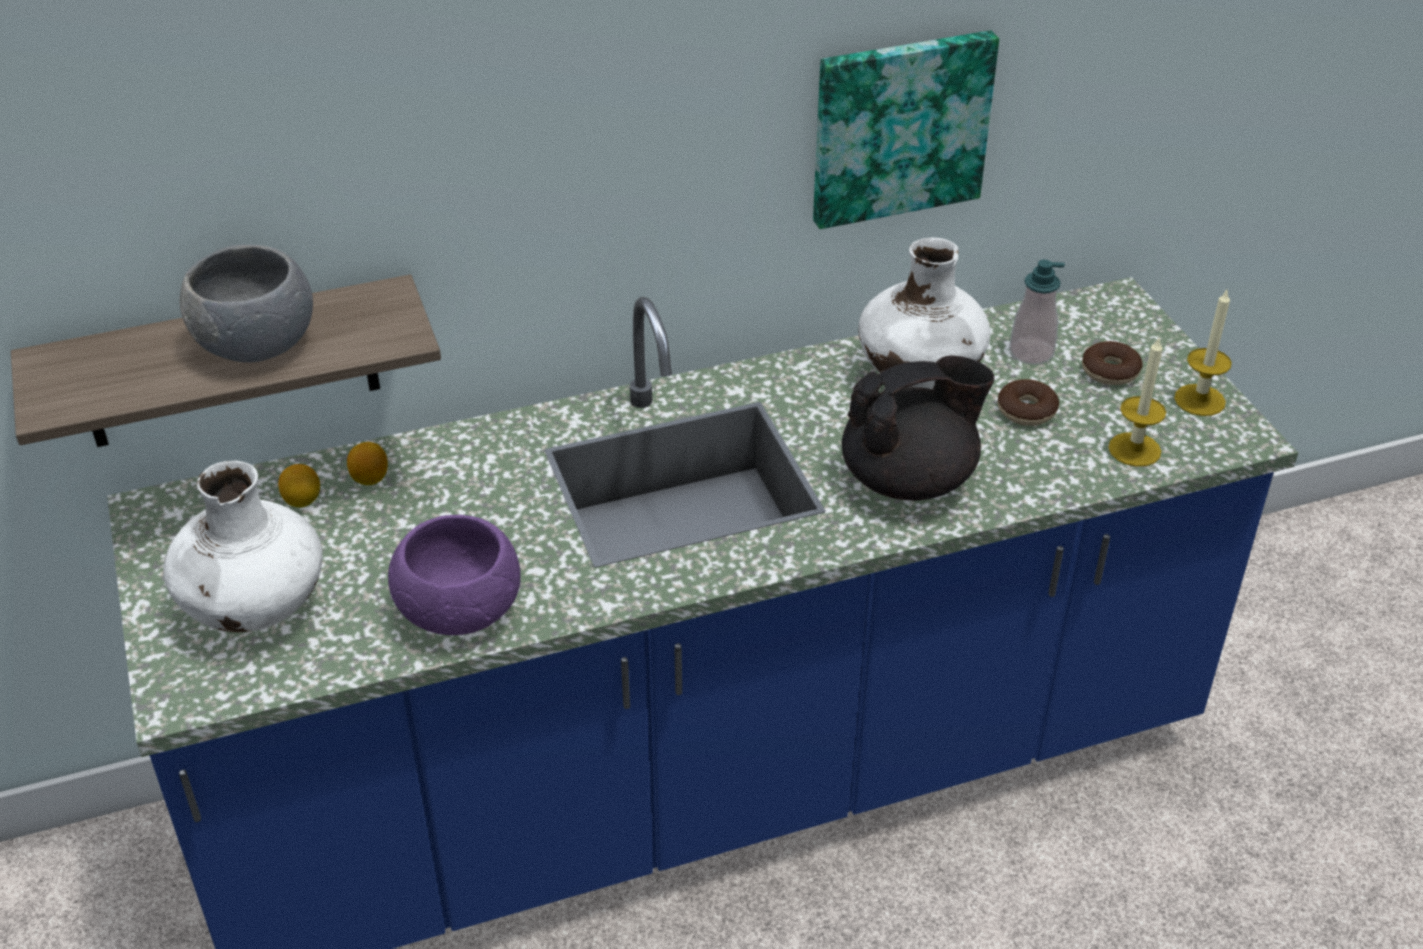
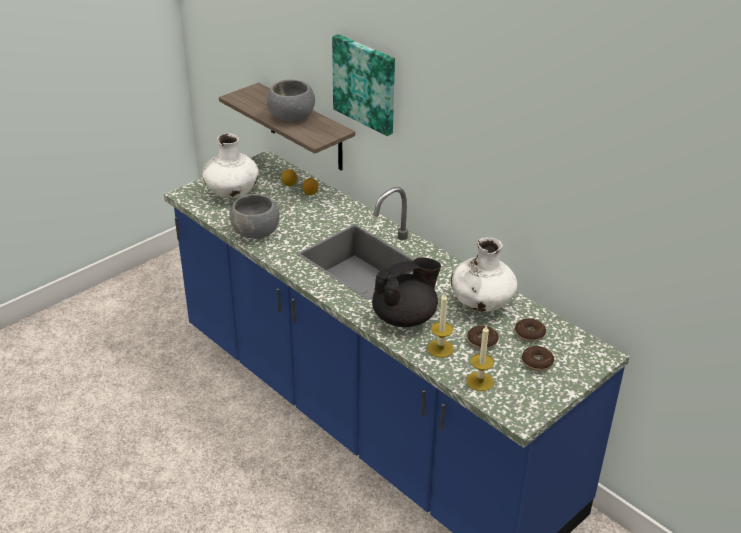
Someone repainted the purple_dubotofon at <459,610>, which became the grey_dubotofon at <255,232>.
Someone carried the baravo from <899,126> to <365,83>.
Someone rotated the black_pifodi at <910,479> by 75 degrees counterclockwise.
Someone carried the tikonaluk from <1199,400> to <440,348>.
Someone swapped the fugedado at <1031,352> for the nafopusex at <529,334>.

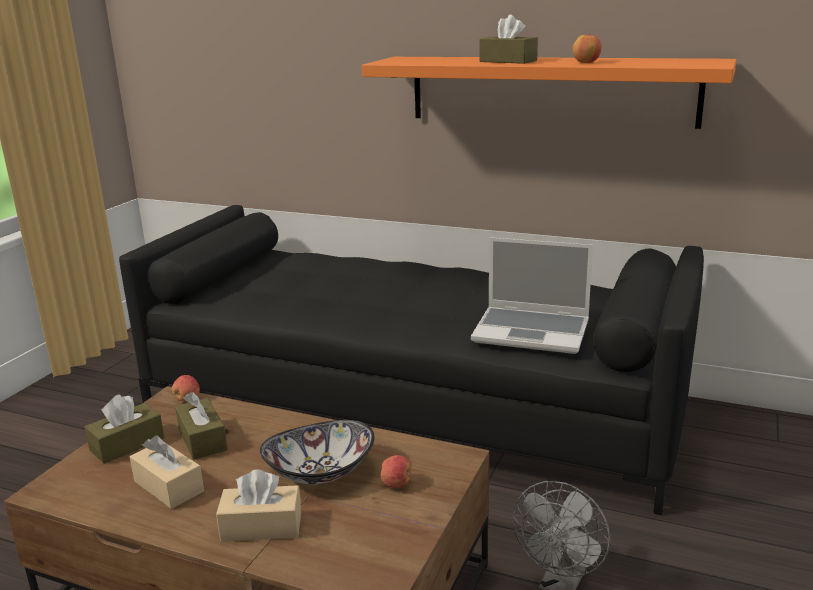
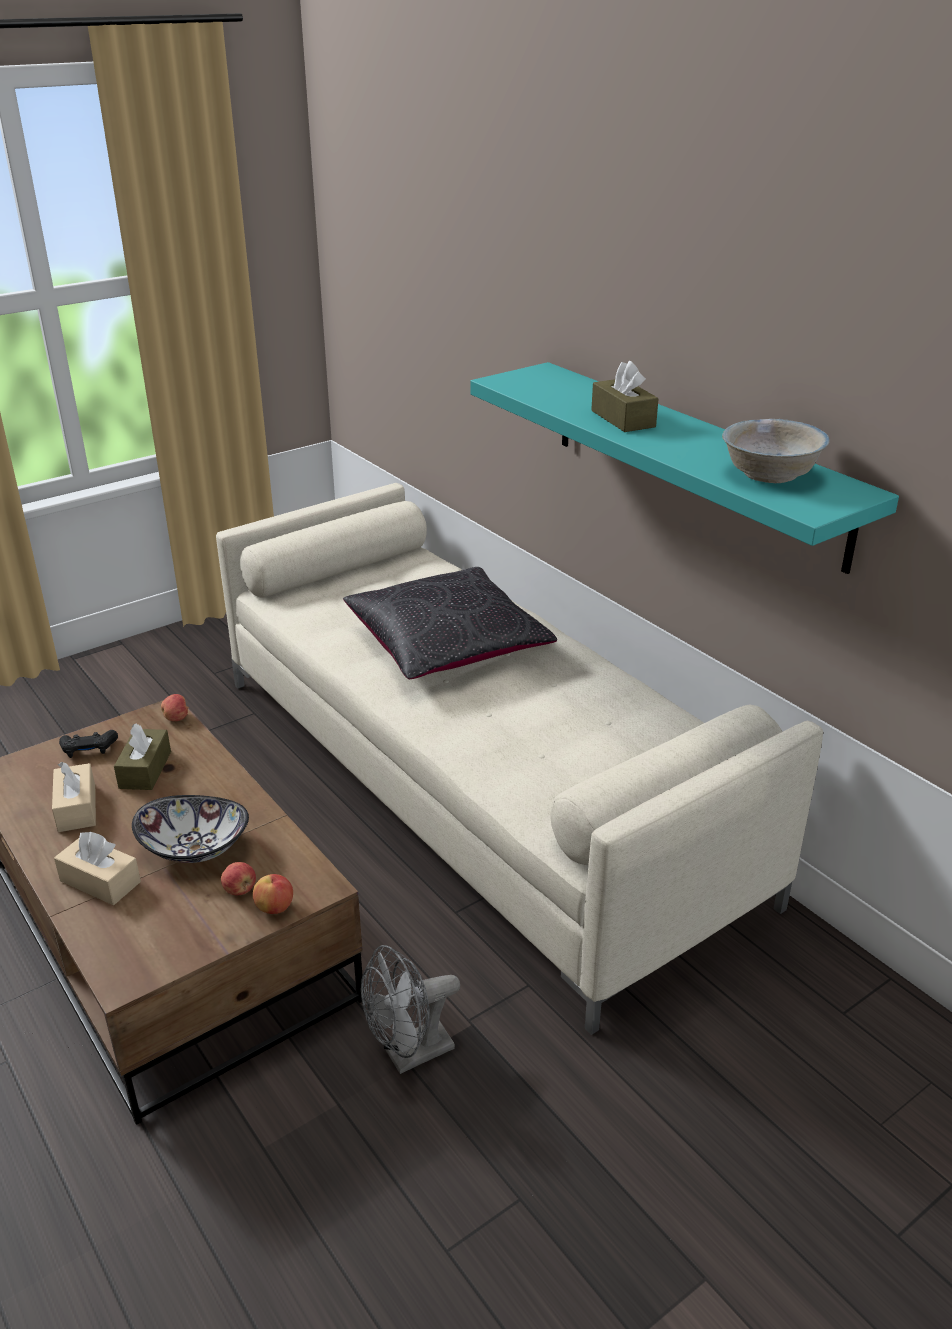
Someone swapped the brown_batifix at <127,444> for the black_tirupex at <89,750>.
Someone repainted the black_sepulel at <411,403>, which became the beige_sepulel at <477,784>.
Someone carried the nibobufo from <586,62> to <275,907>.
Someone put down the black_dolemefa at <447,644>.
Someone repainted the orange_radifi at <550,90>, which became the turquoise_radifi at <694,460>.
Someone put down the white_dubotofon at <770,474>.
Someone took away the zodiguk at <533,331>.

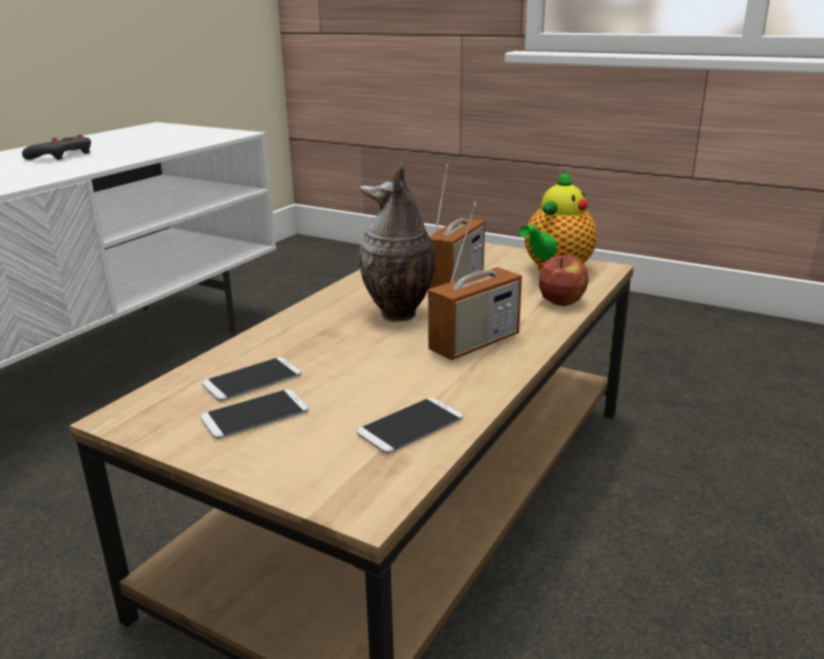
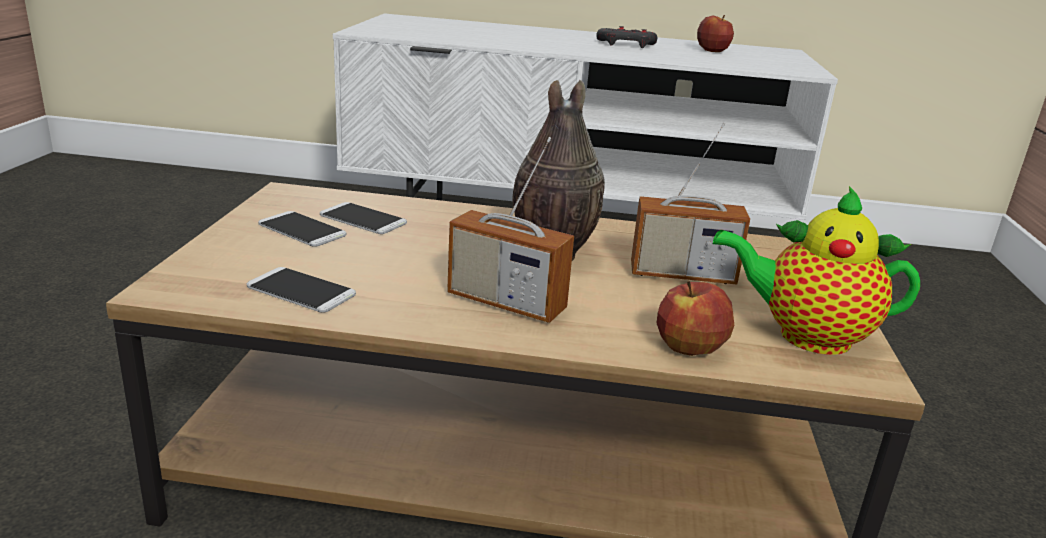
Someone put down the nibobufo at <712,51>.

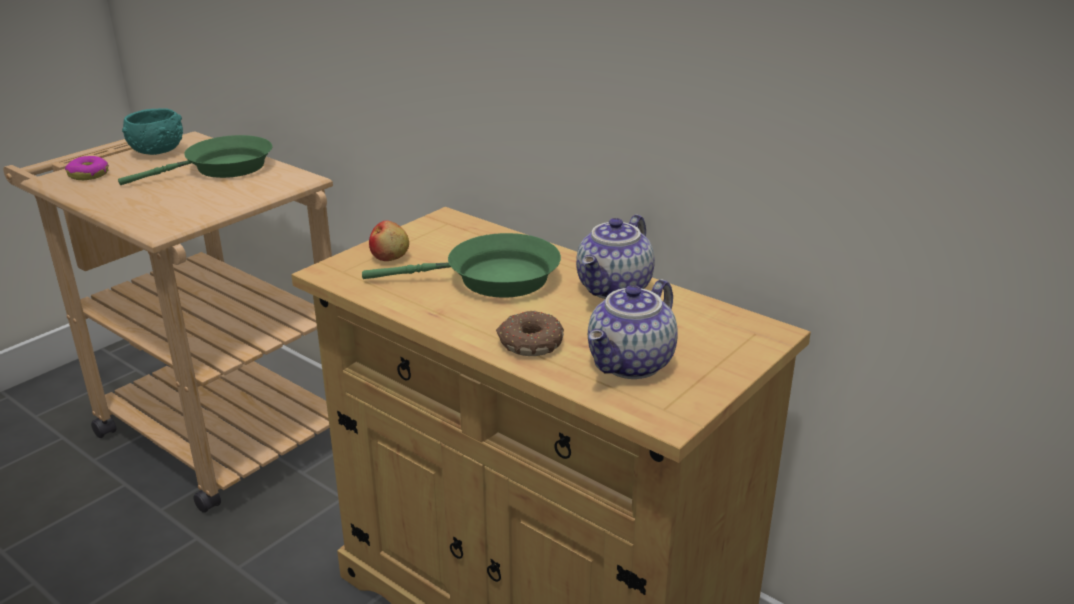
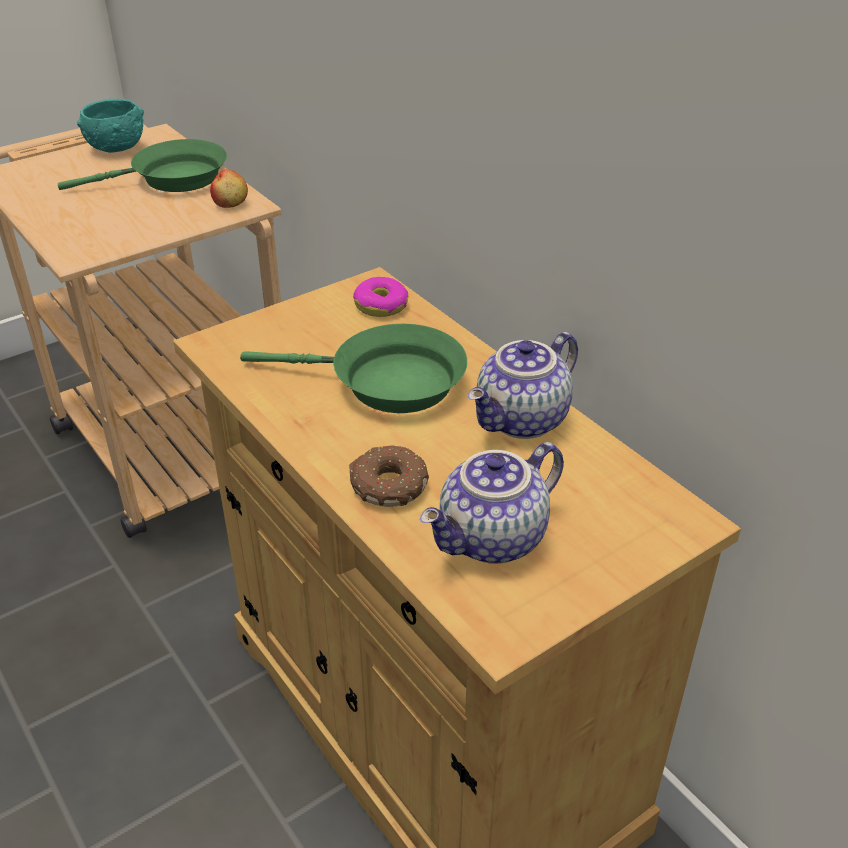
Someone carried the nibobufo from <390,257> to <231,204>.
Someone carried the nafopusex from <88,175> to <381,305>.

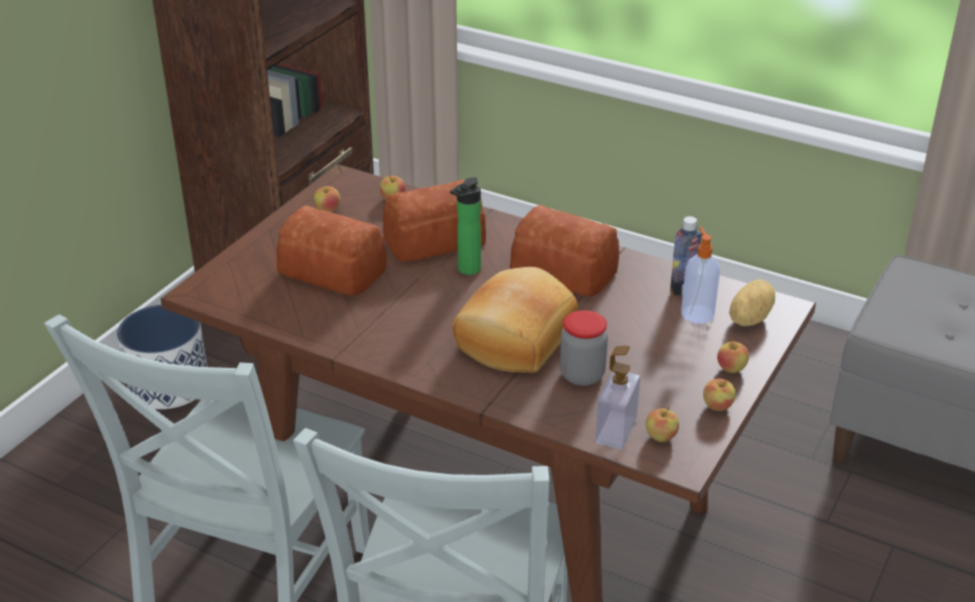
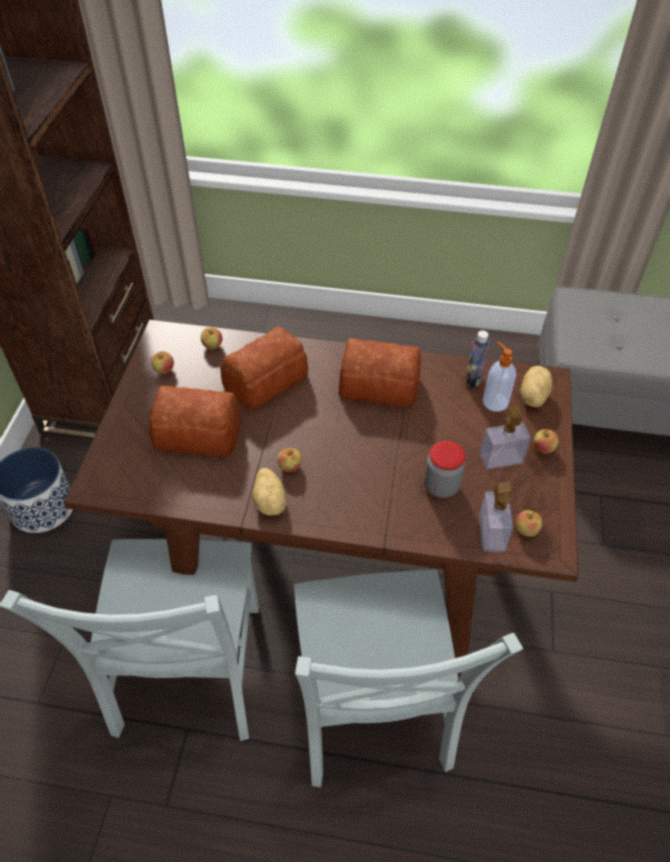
Someone put down the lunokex at <270,501>.
Someone carried the nibobufo from <717,406> to <290,466>.
Someone put down the fugedado at <501,458>.
Someone took away the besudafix at <467,270>.
Someone took away the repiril at <512,339>.

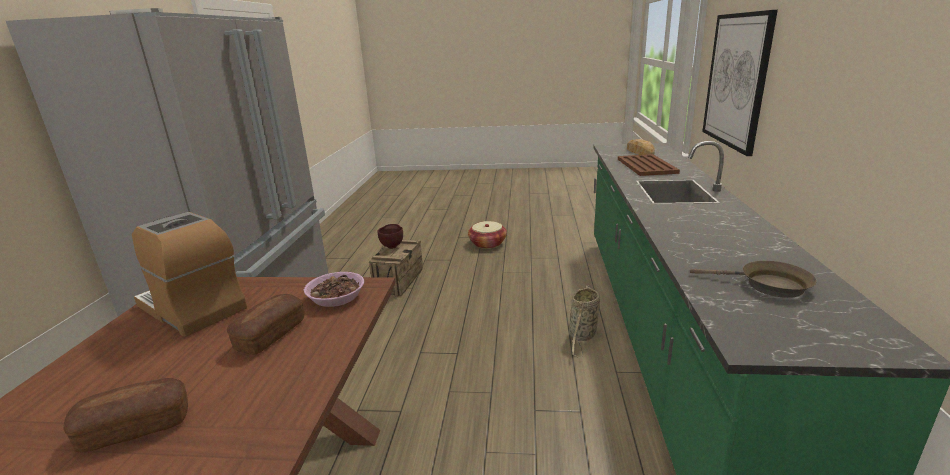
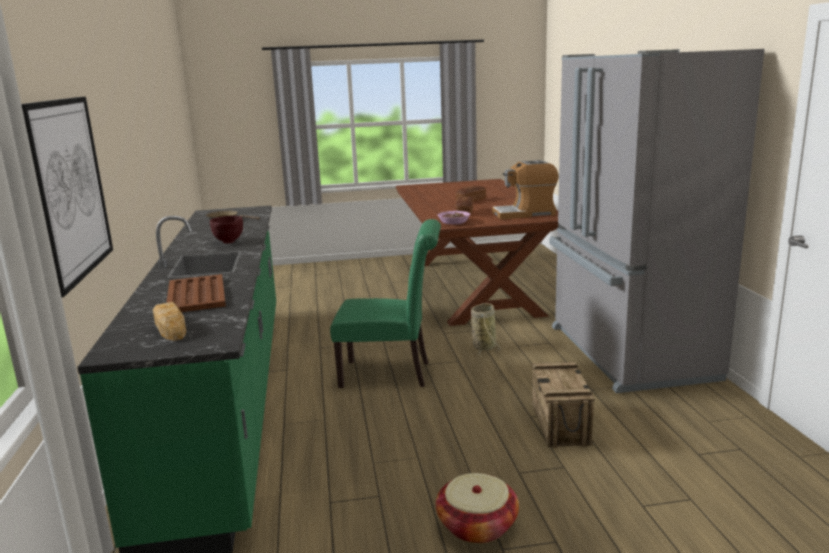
Someone carried the brown_dubotofon from <392,246> to <228,242>.
Someone put down the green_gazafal at <391,374>.
Someone carried the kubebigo from <582,336> to <484,346>.
Someone rotated the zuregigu at <193,308> by 150 degrees clockwise.

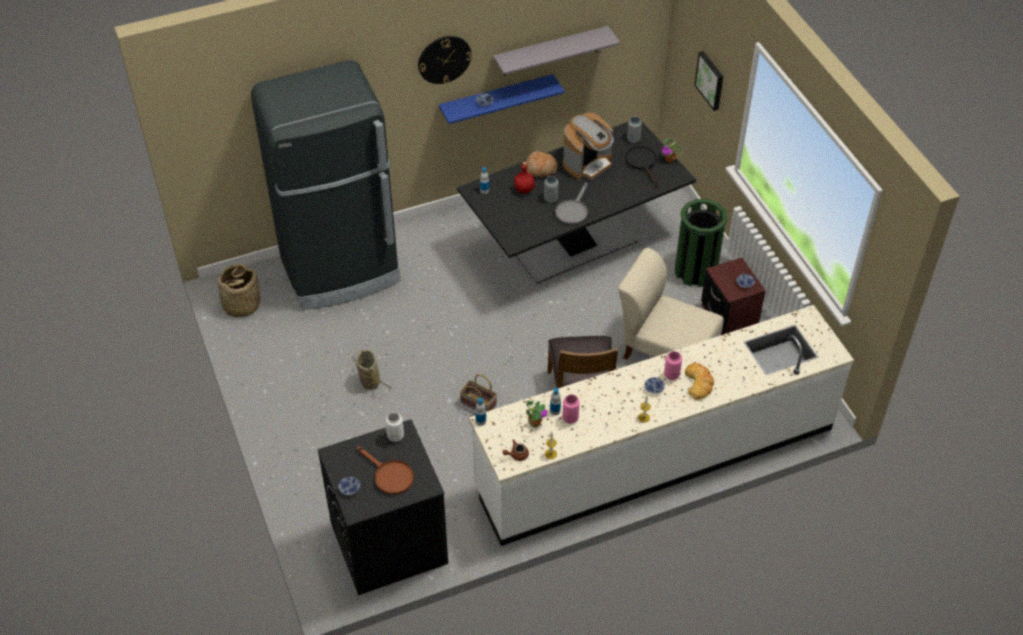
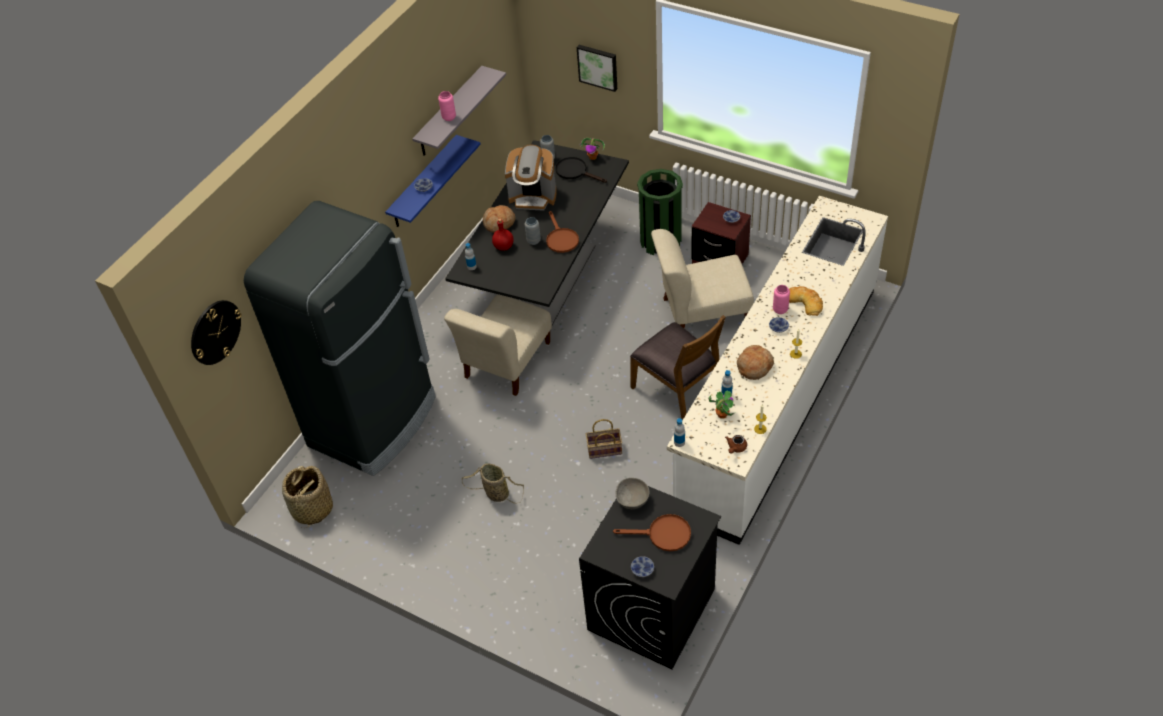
Someone carried the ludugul from <444,59> to <215,332>.
Someone carried the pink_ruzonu from <570,418> to <449,117>.
Someone put down the beige_gazafal at <506,363>.
Someone rotated the zuregigu at <588,164> by 90 degrees clockwise.
Someone repainted the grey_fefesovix at <573,210>, which became the brown_fefesovix at <561,239>.
Someone swapped the white_ruzonu at <395,436> for the grey_dubotofon at <632,501>.
Someone put down the repiril at <754,366>.

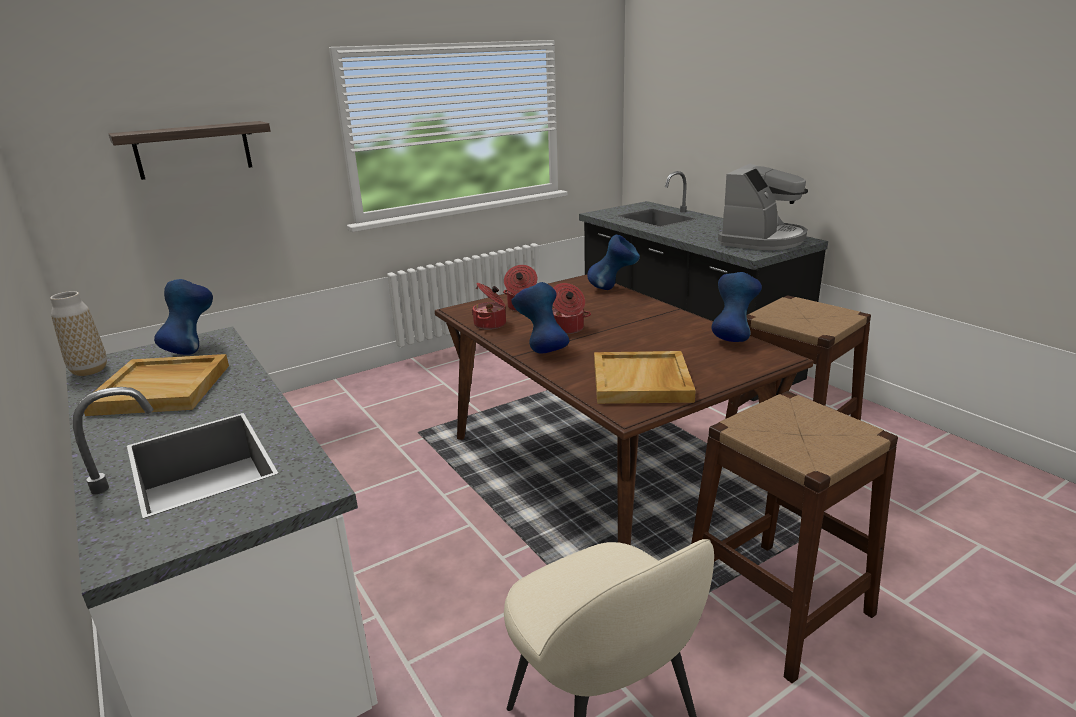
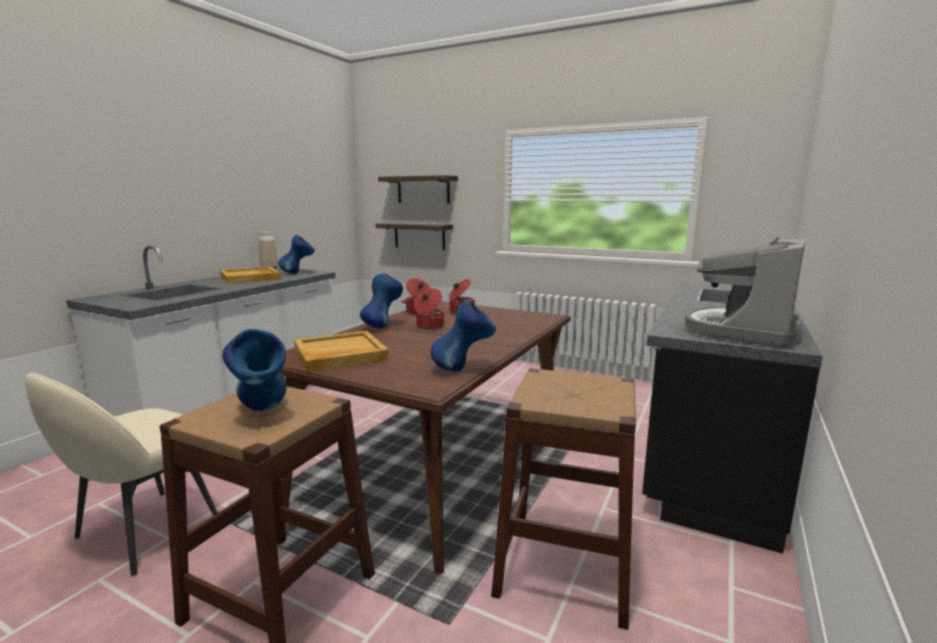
Someone carried the blue_ruzonu from <613,289> to <263,413>.
Someone put up the radifi at <419,236>.
Someone rotated the zuregigu at <762,240> by 120 degrees clockwise.

